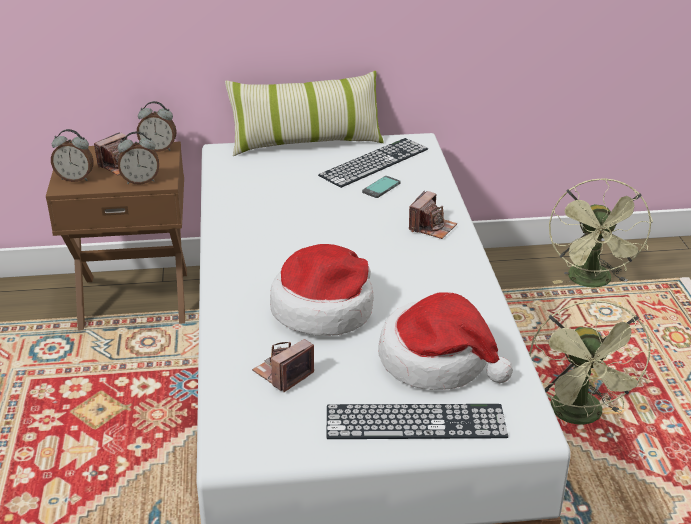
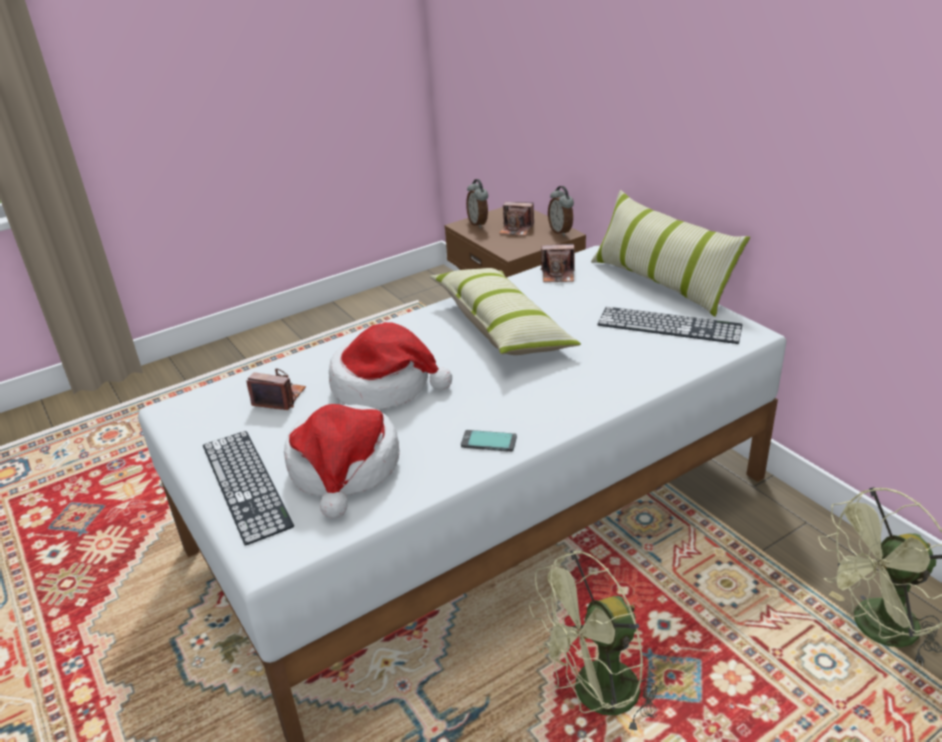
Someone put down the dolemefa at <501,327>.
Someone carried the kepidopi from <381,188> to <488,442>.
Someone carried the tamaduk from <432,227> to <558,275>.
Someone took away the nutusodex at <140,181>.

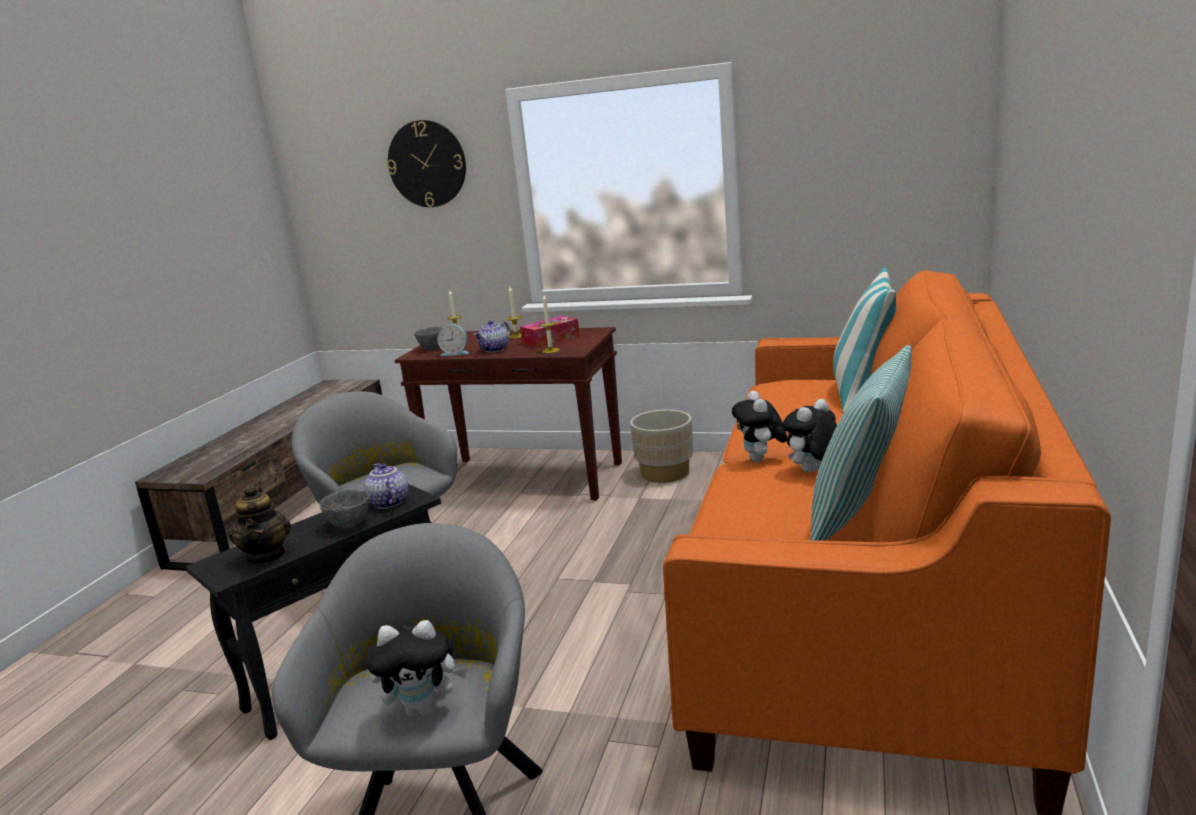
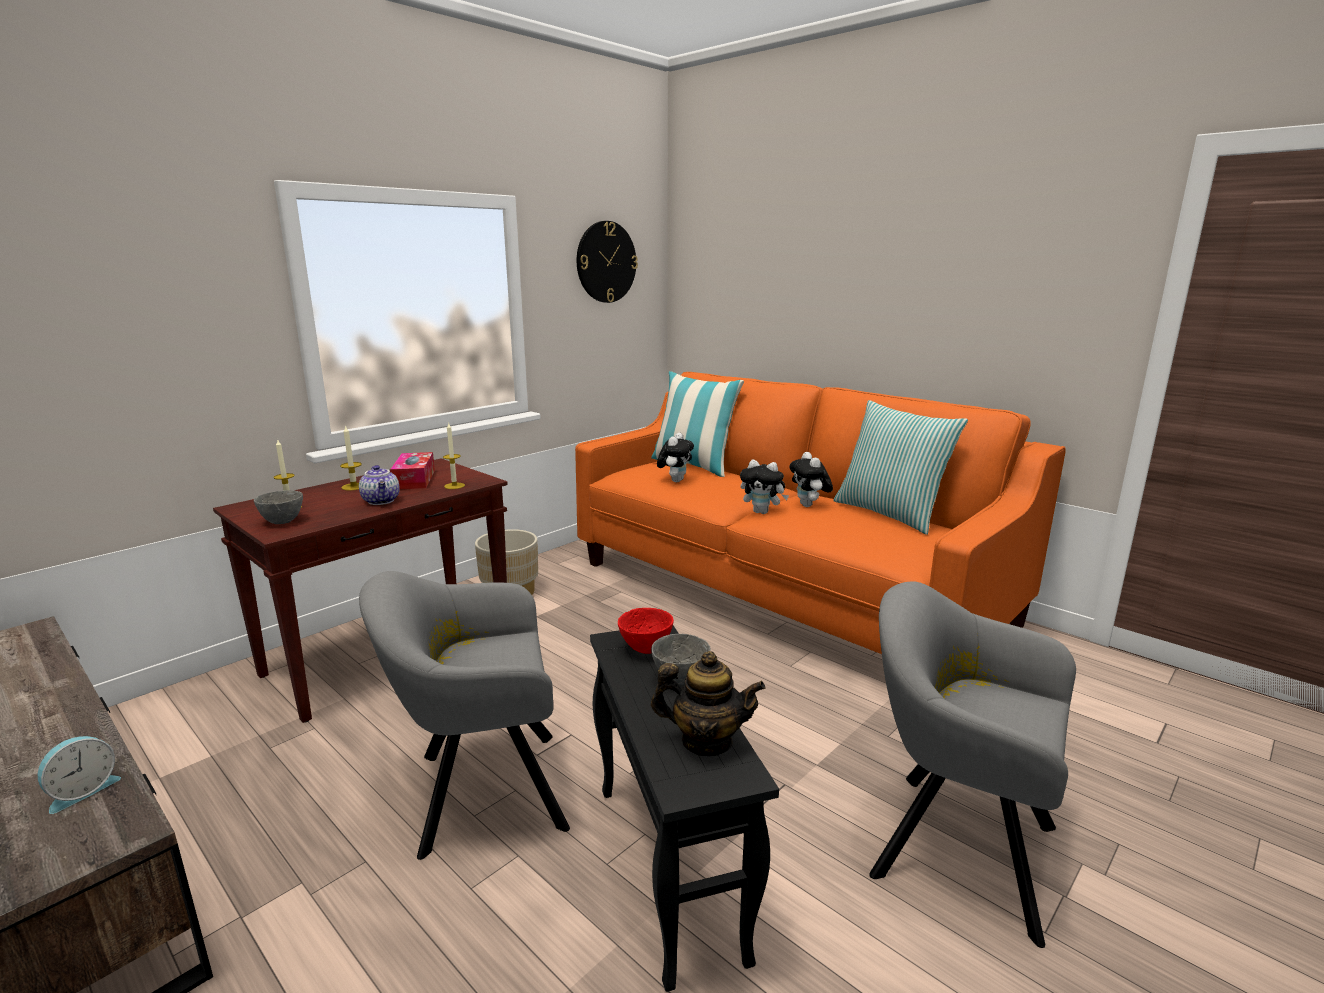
Someone carried the nutusodex from <455,353> to <82,791>.
Someone carried the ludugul from <427,164> to <606,262>.
Someone swapped the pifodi at <387,503> for the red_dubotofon at <646,649>.
Someone carried the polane from <424,709> to <675,480>.

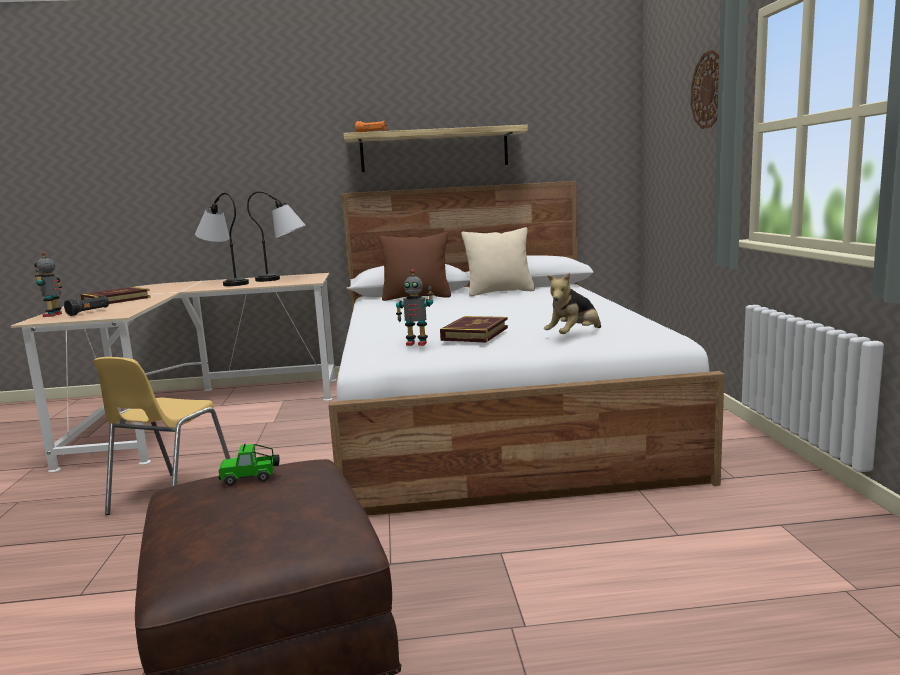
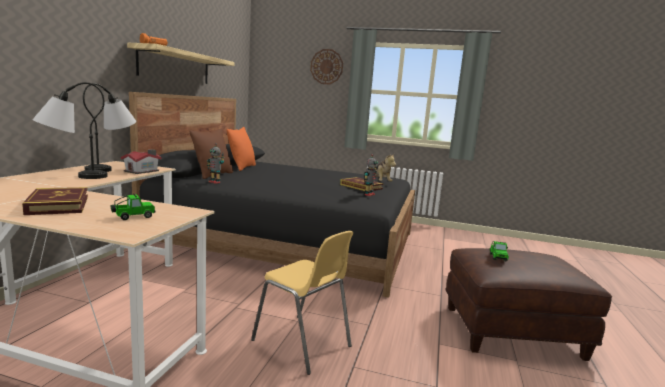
Someone swapped the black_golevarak at <89,312> for the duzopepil at <133,217>.
Someone put down the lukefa at <143,171>.
Someone repainted the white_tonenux at <493,417>, which became the black_tonenux at <288,240>.
Someone carried the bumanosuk from <54,315> to <215,182>.
Someone repainted the beige_dolemefa at <499,292>, which became the orange_dolemefa at <242,167>.

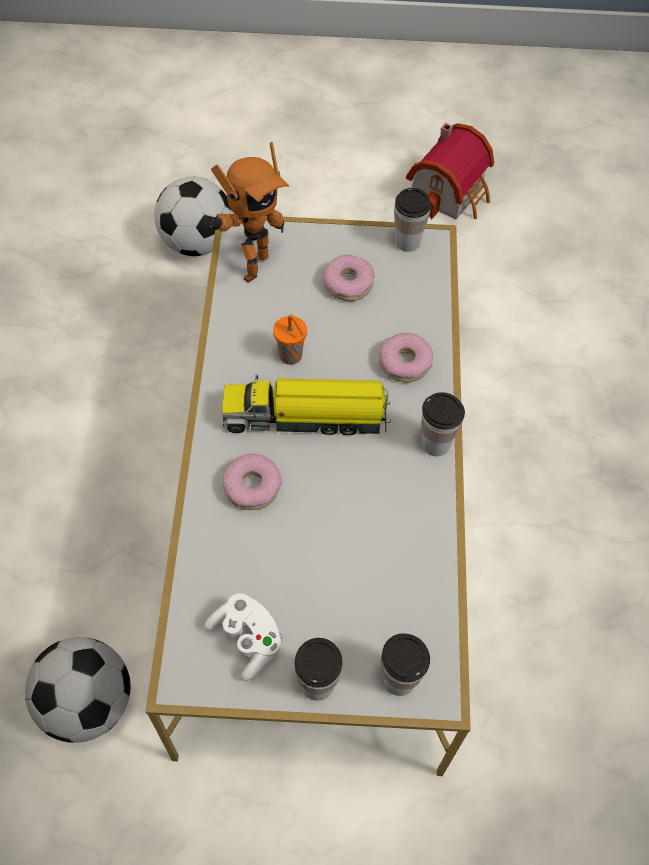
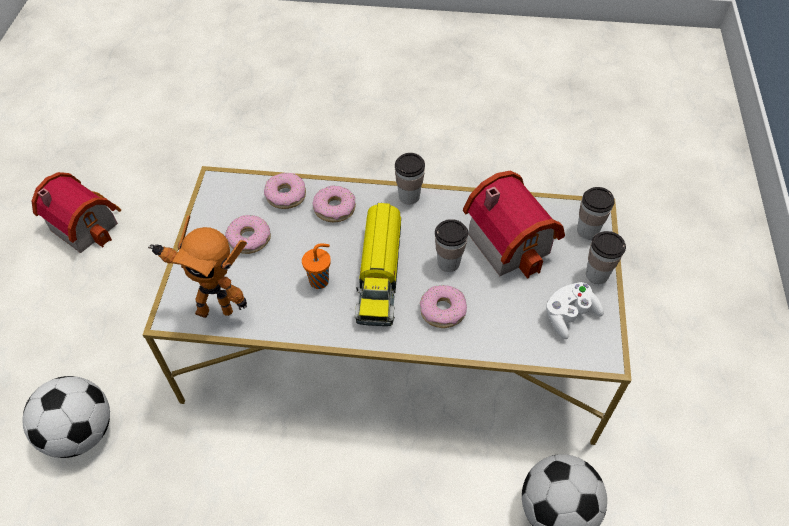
Someone rotated the bumanosuk at <250,266> by 150 degrees clockwise.
Someone put down the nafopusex at <286,195>.
Someone carried the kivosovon from <407,242> to <448,263>.
Someone put down the lukefa at <512,240>.

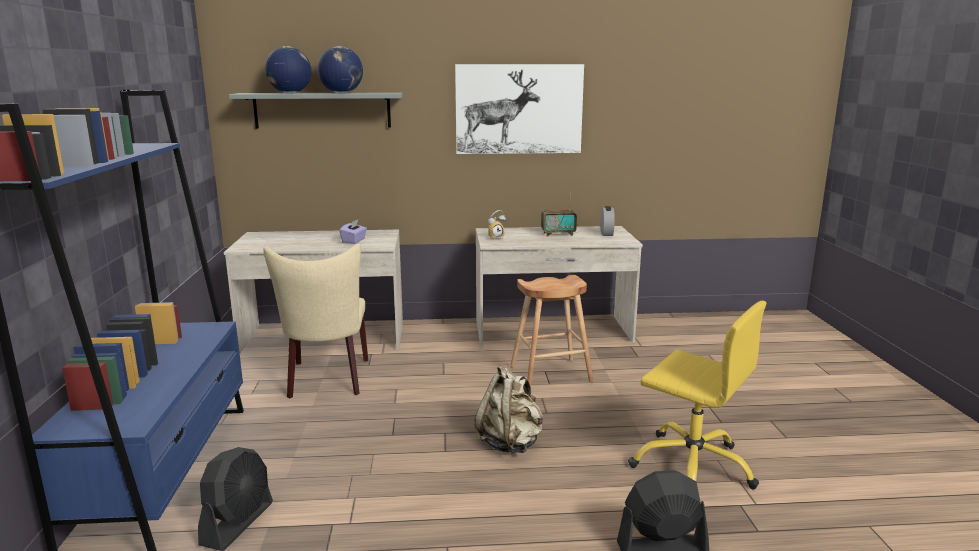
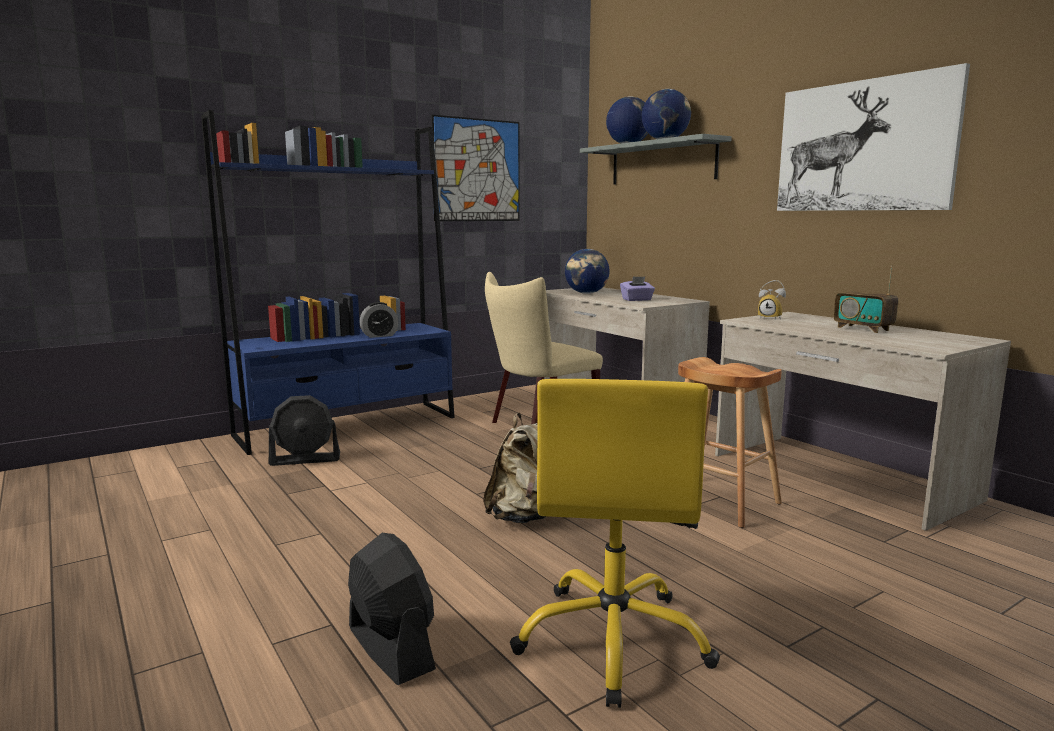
Someone carried the nutusodex from <606,233> to <379,335>.
Someone put up the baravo at <477,170>.
Someone put down the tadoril at <586,293>.

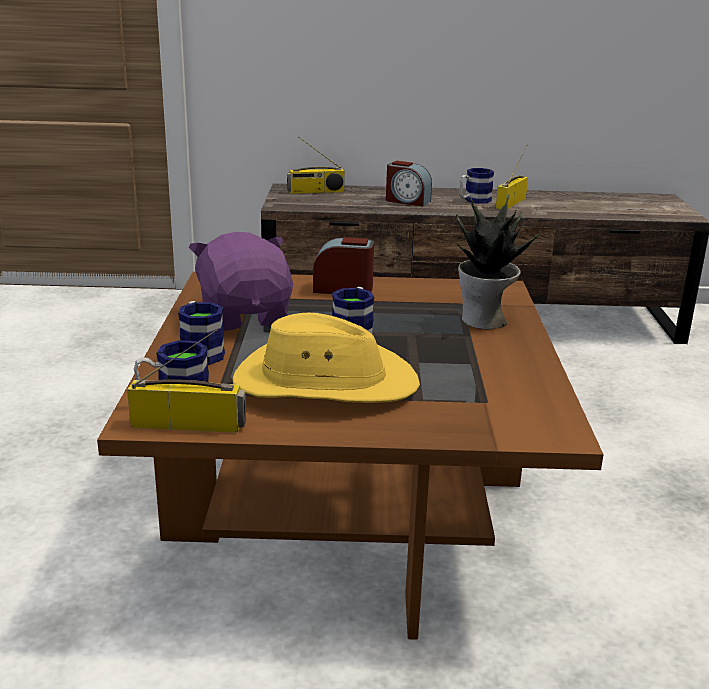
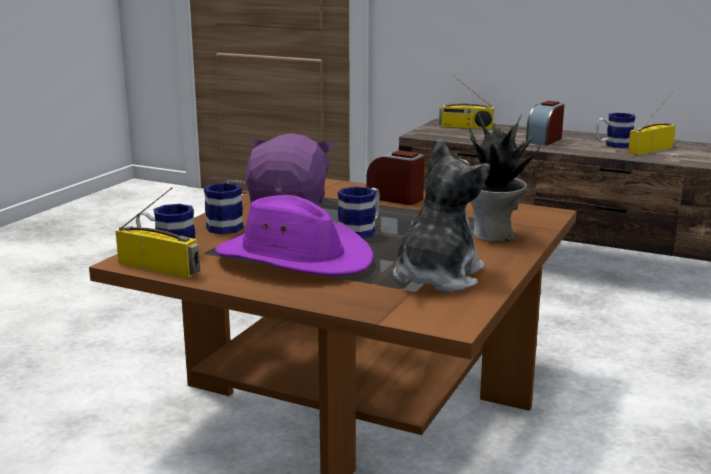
Someone repainted the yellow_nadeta at <324,383>, which became the purple_nadeta at <294,258>.
Someone put down the polane at <436,277>.
Someone rotated the nutusodex at <407,201> by 75 degrees clockwise.

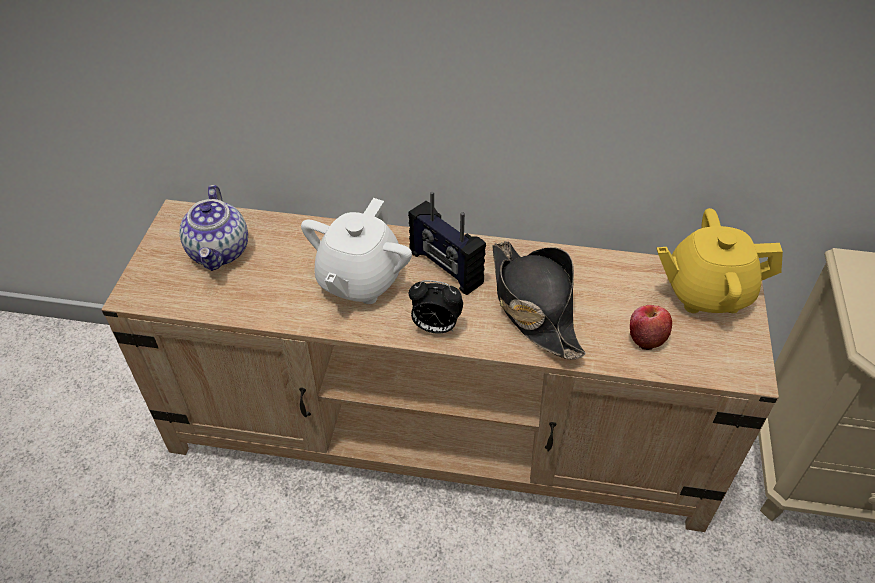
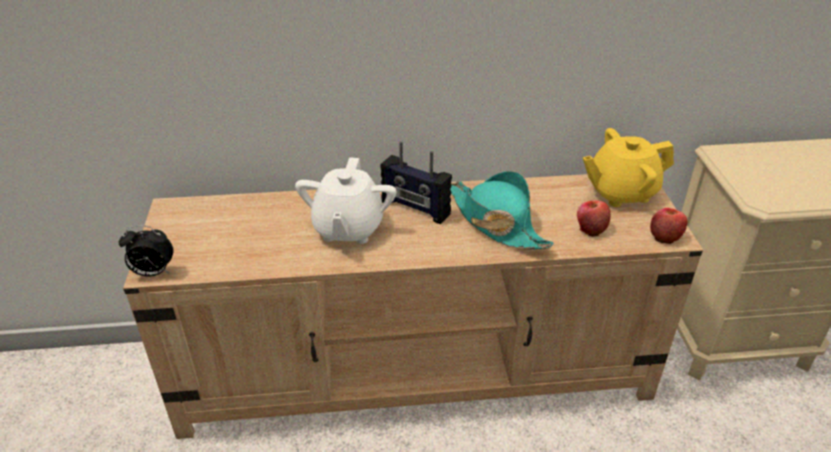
Someone carried the nutusodex from <435,327> to <153,273>.
Someone repainted the black_nadeta at <533,305>, which became the turquoise_nadeta at <495,222>.
Someone put down the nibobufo at <665,236>.
Someone took away the pifodi at <220,252>.

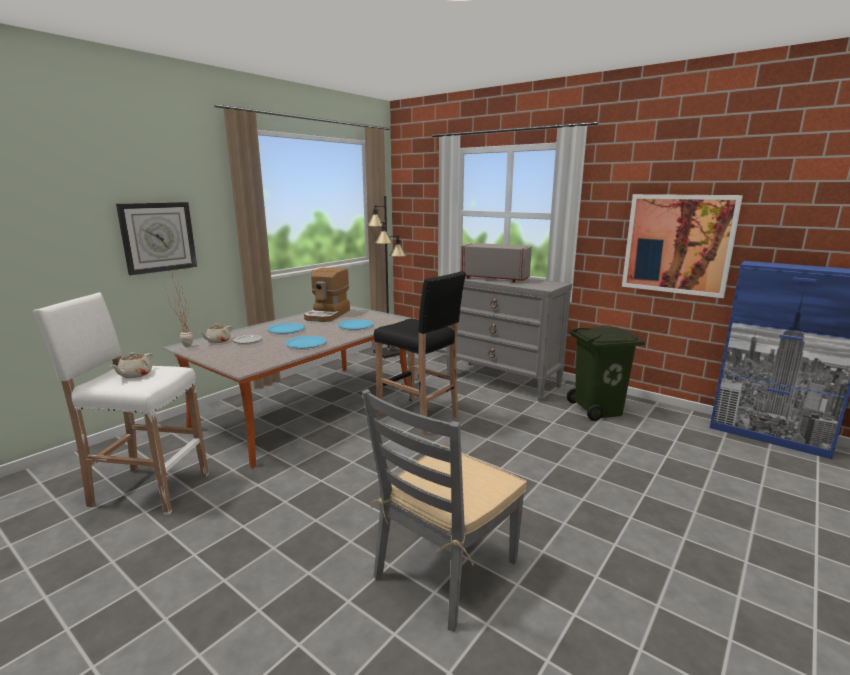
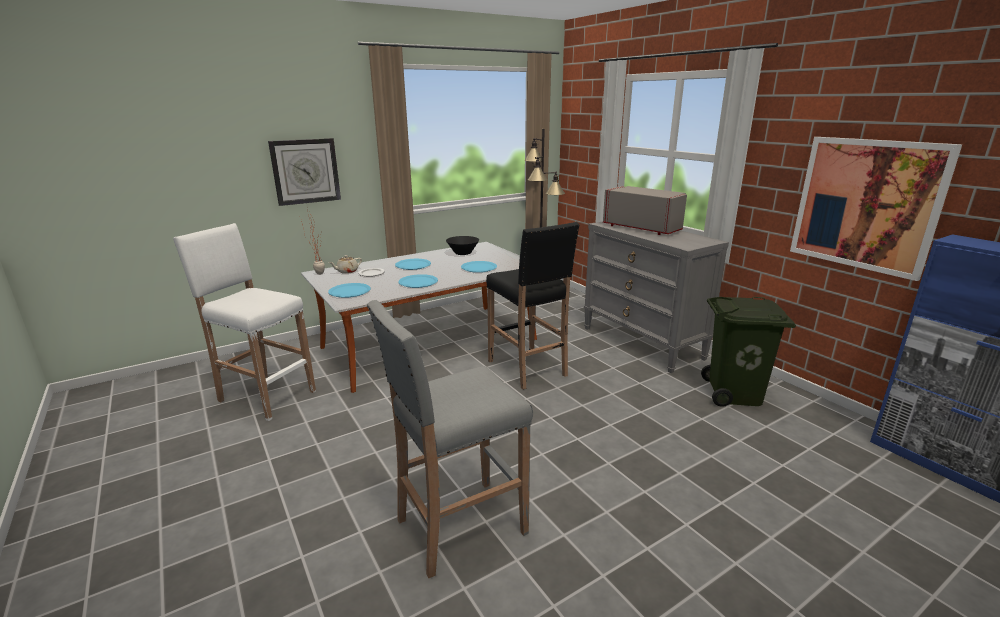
Someone put down the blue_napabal at <349,291>.
Someone swapped the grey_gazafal at <445,570> for the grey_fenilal at <458,527>.
Someone swapped the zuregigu at <328,315> for the black_dubotofon at <463,253>.
Someone took away the beige_pifodi at <135,375>.

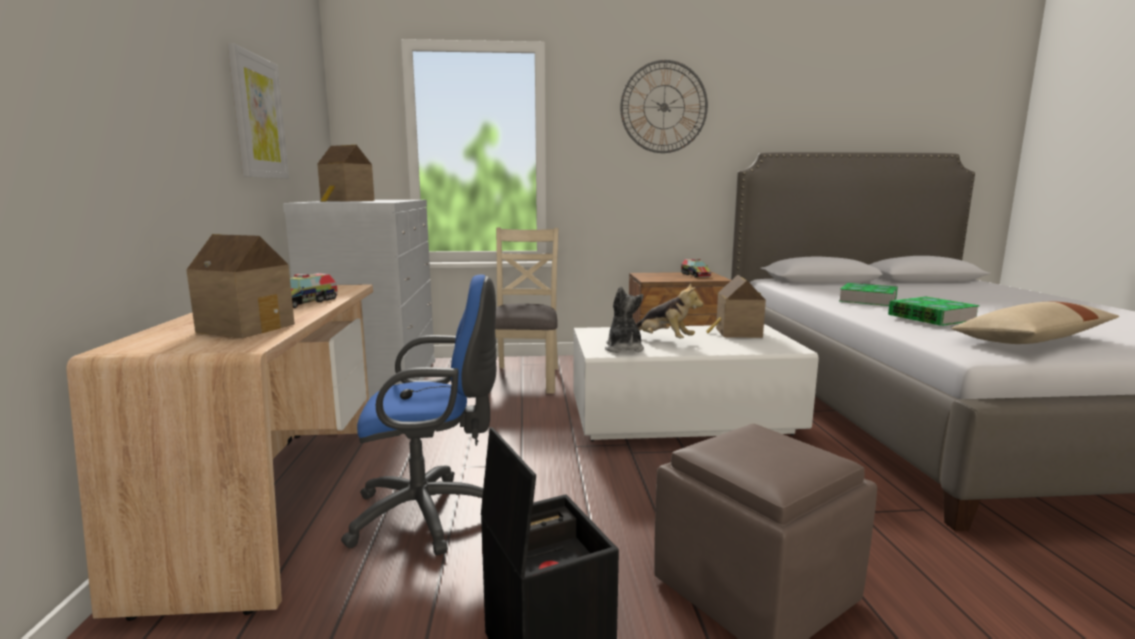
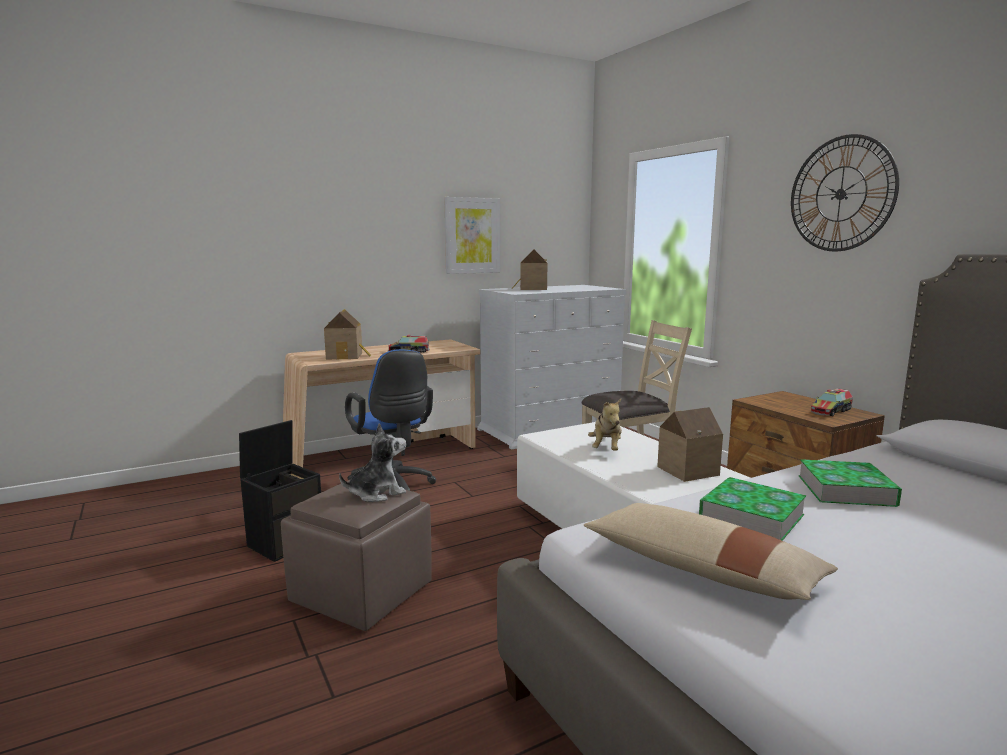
Someone carried the polane from <623,349> to <376,493>.

